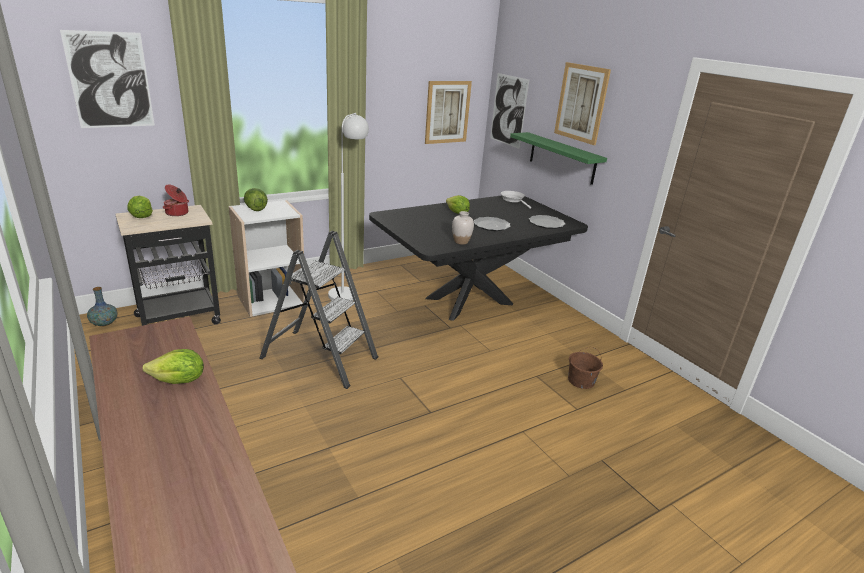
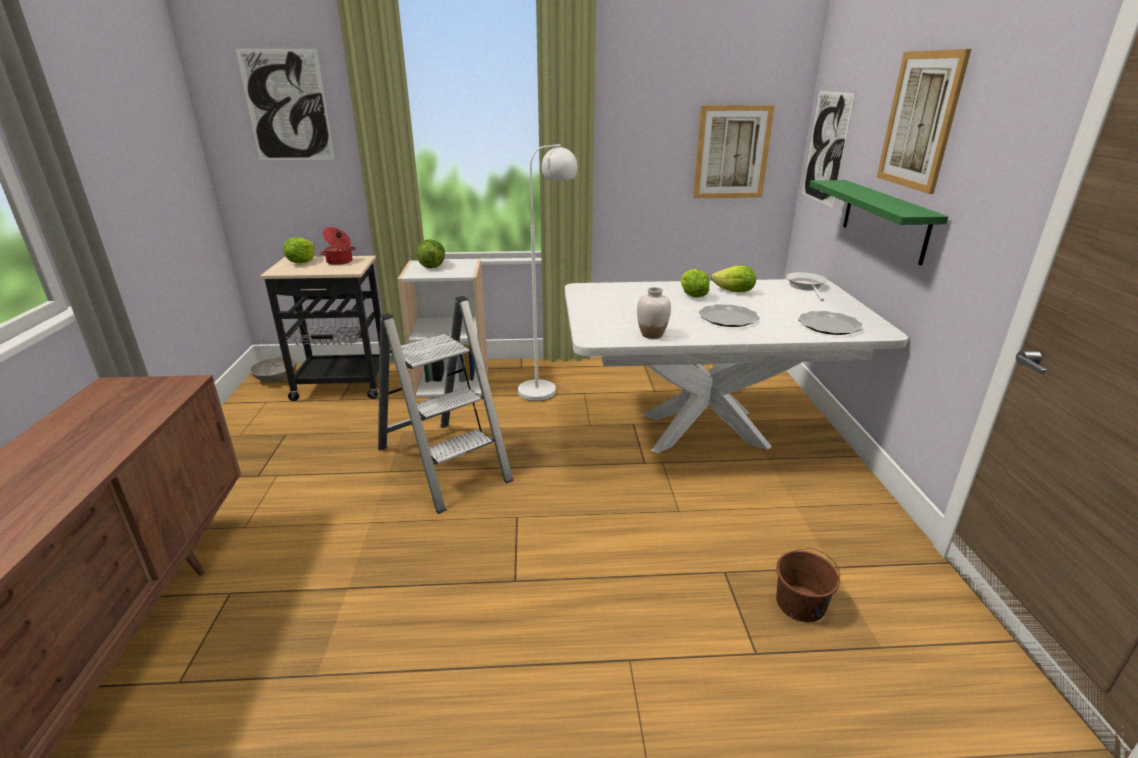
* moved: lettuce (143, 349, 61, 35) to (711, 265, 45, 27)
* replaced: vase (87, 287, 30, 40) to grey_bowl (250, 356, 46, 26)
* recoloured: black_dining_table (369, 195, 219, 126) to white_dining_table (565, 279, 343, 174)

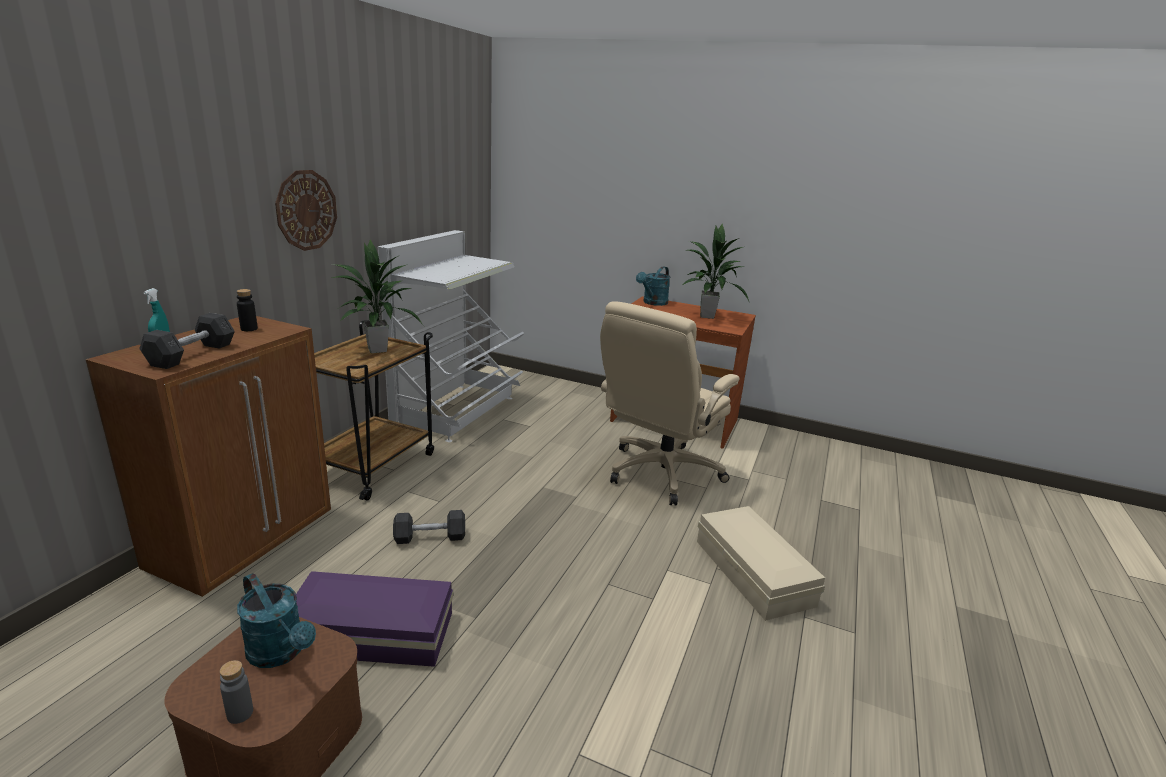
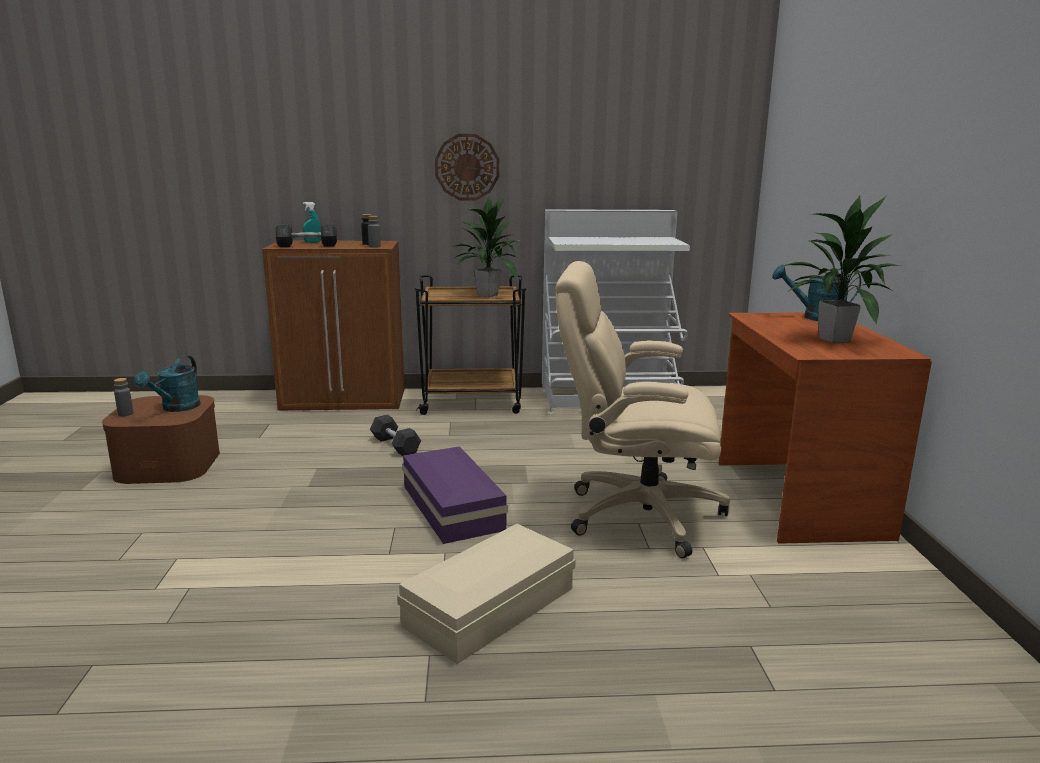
* added: grey_bottle (368, 216, 13, 32)
* moved: purple_storage_box (296, 571, 157, 96) to (402, 446, 106, 98)

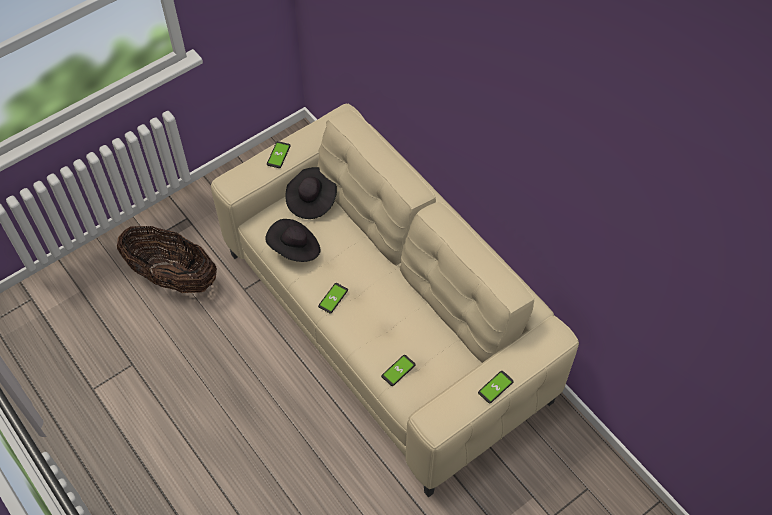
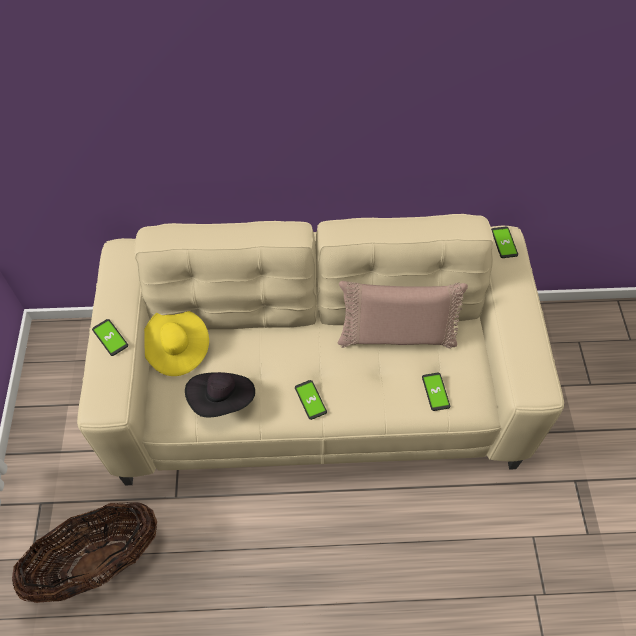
* added: beige_pillow (338, 281, 130, 67)
* moved: phone (478, 371, 36, 32) to (491, 227, 27, 31)
* recoloured: black_hat (285, 167, 52, 52) to yellow_hat (144, 311, 65, 65)

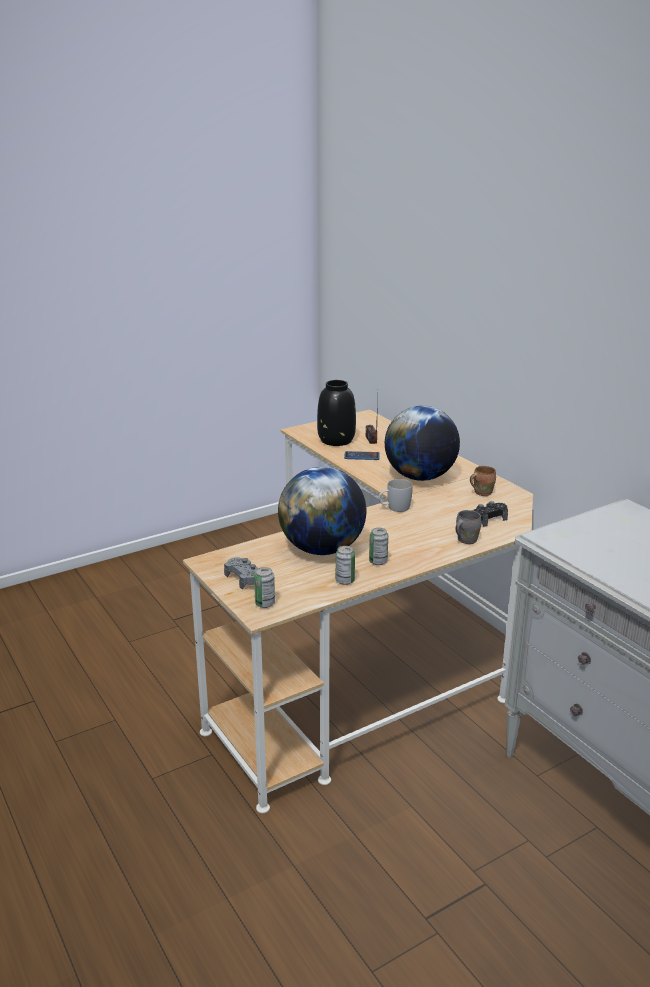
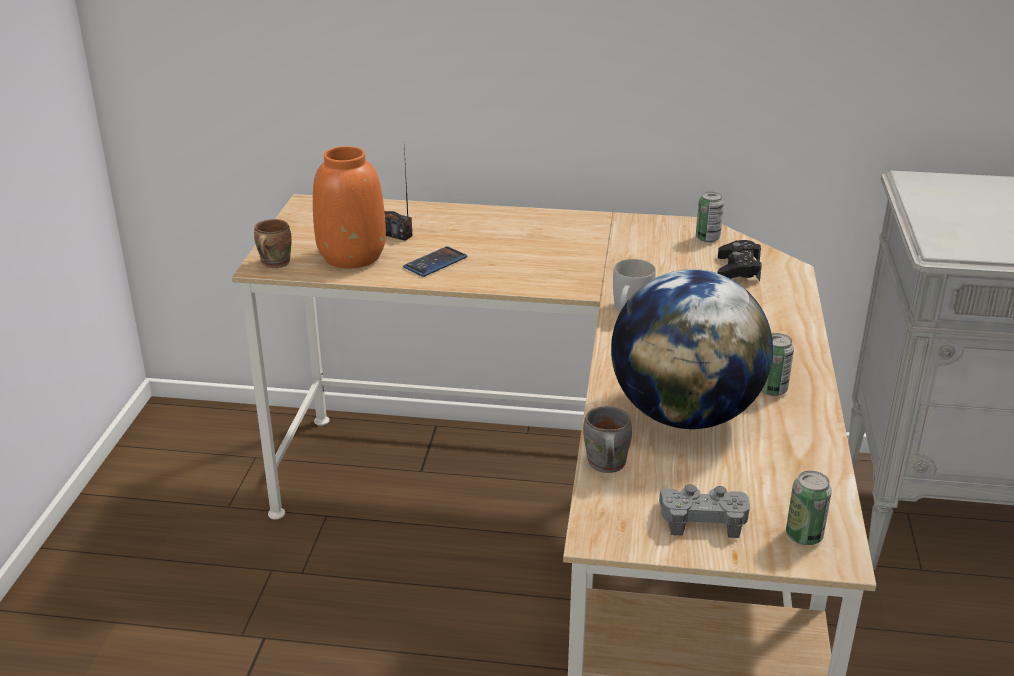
* removed: globe (385, 406, 75, 75)
* moved: can (336, 546, 19, 39) to (696, 192, 28, 50)
* moved: grey_mug (455, 510, 27, 34) to (583, 406, 49, 67)
* moved: brown_mug (470, 466, 26, 30) to (254, 219, 38, 49)
* recoloured: black_vase (317, 380, 39, 66) to orange_vase (313, 146, 73, 122)

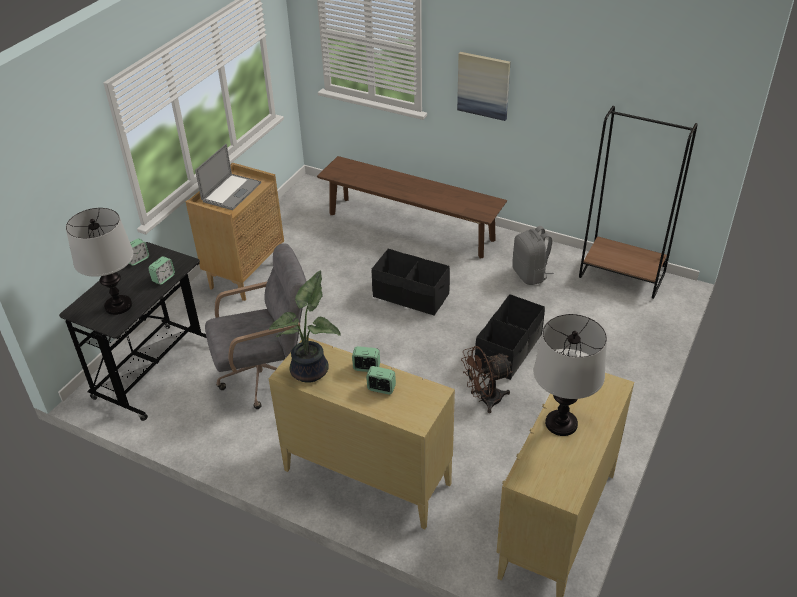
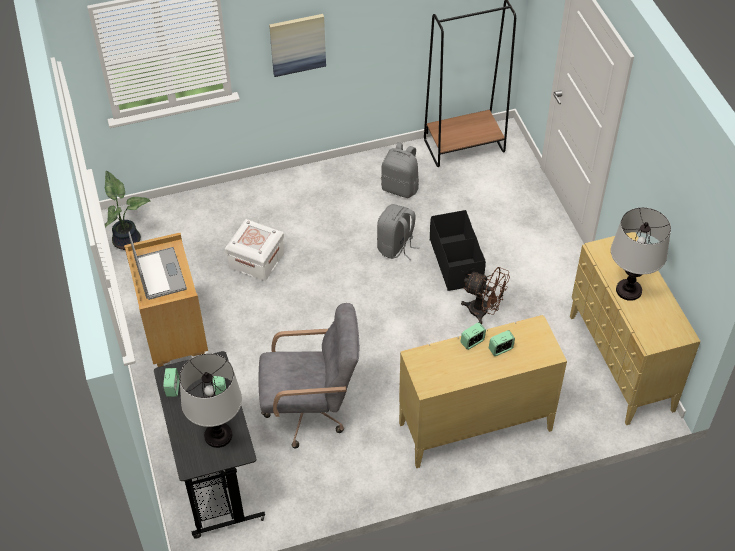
* removed: brown_bench (317, 156, 190, 103)
* removed: black_storage_box (372, 249, 78, 66)
* added: white_storage_box (225, 219, 59, 62)
* added: grey_backpack (377, 204, 43, 56)
* moved: potted_plant (269, 271, 72, 112) to (105, 171, 46, 79)
* turned: grey_office_chair (205, 243, 102, 166) = (259, 303, 100, 146) 60 degrees clockwise
* turned: brown_fan (461, 346, 52, 67) = (461, 267, 49, 57) 90 degrees counterclockwise

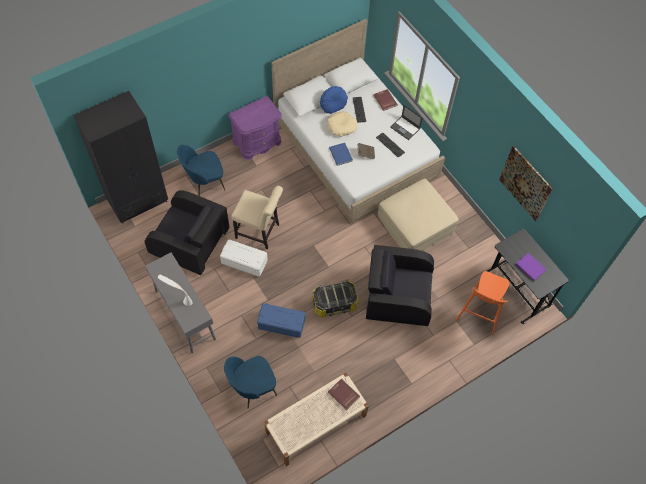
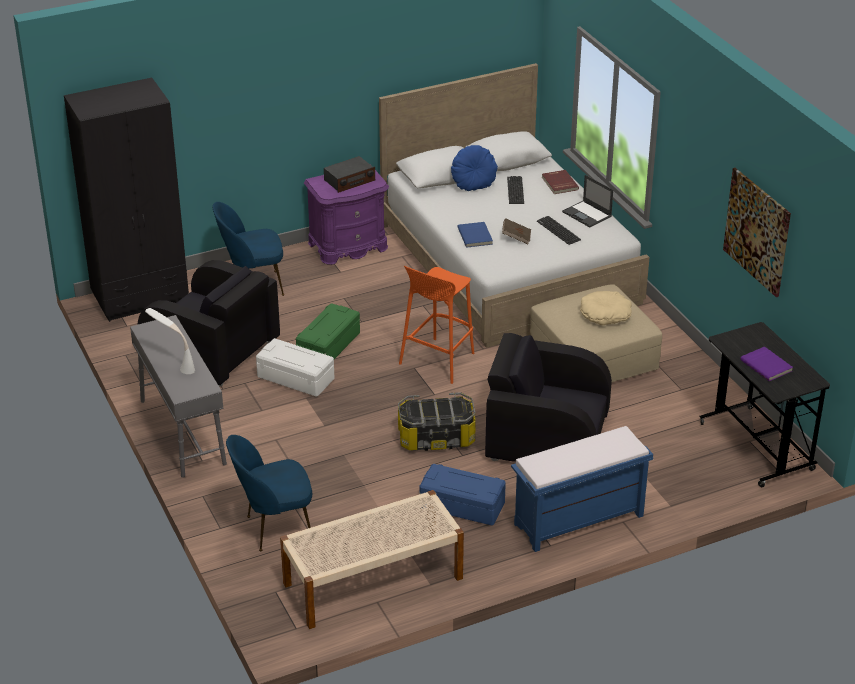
* removed: red_book (328, 379, 32, 31)
* added: radio (324, 156, 51, 37)
* added: blue_bench (511, 426, 142, 126)
* moved: blue_storage_box (257, 303, 48, 35) to (419, 464, 87, 61)
* moved: beige_pillow (327, 111, 30, 26) to (580, 291, 52, 34)
* moved: orange_stool (456, 271, 53, 65) to (399, 266, 75, 118)
* replaced: beige_chair (231, 186, 52, 63) to green_storage_box (296, 303, 64, 56)

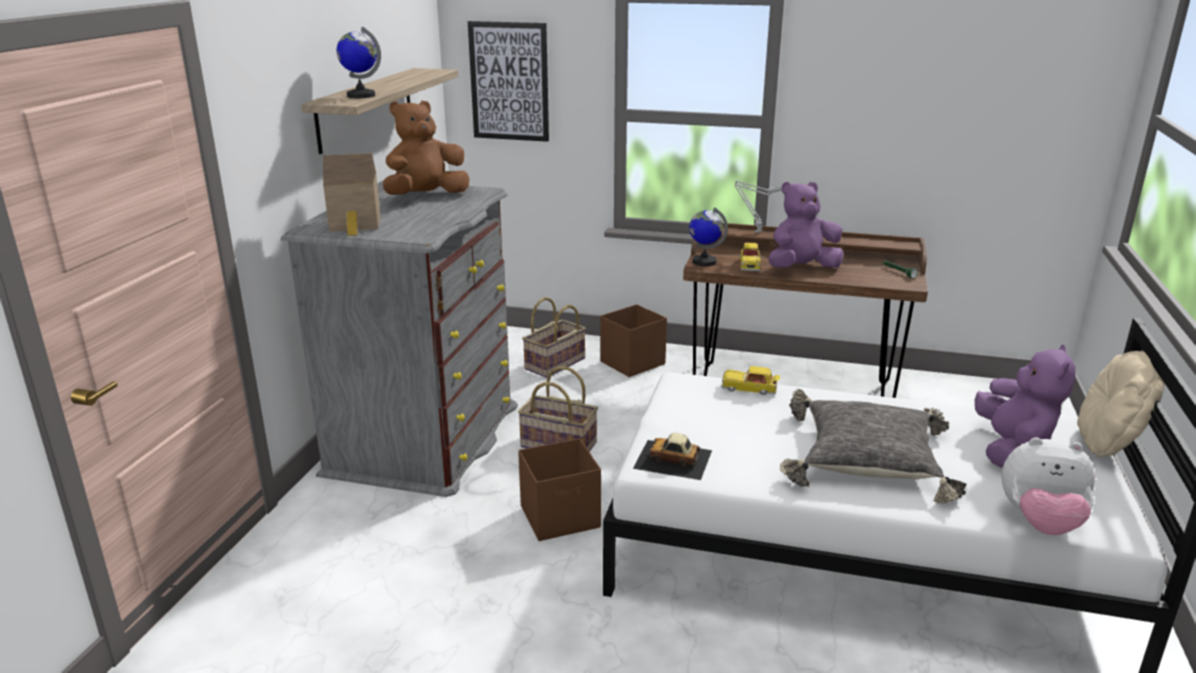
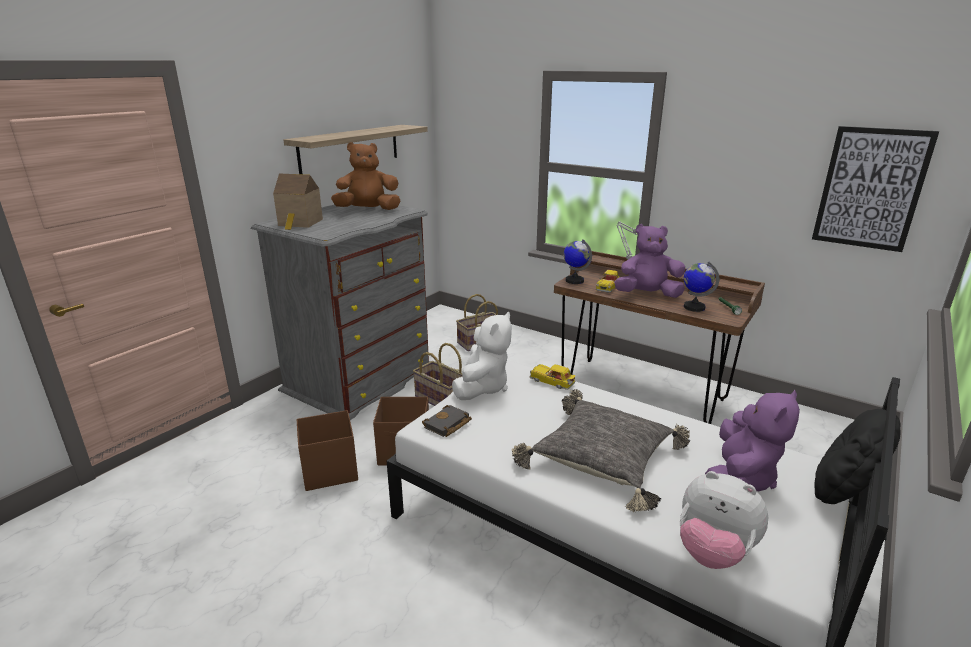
* added: white_plush_toy (452, 312, 60, 88)
* moved: globe (336, 26, 45, 72) to (684, 262, 35, 50)
* moved: picture (468, 21, 81, 121) to (812, 126, 127, 126)
* moved: brown_storage_box (600, 304, 67, 73) to (297, 410, 61, 81)
* replaced: toy_car (633, 433, 79, 47) to black_book (422, 405, 50, 32)
* recoloured: beige_pillow (1077, 351, 88, 106) to black_pillow (814, 409, 86, 95)

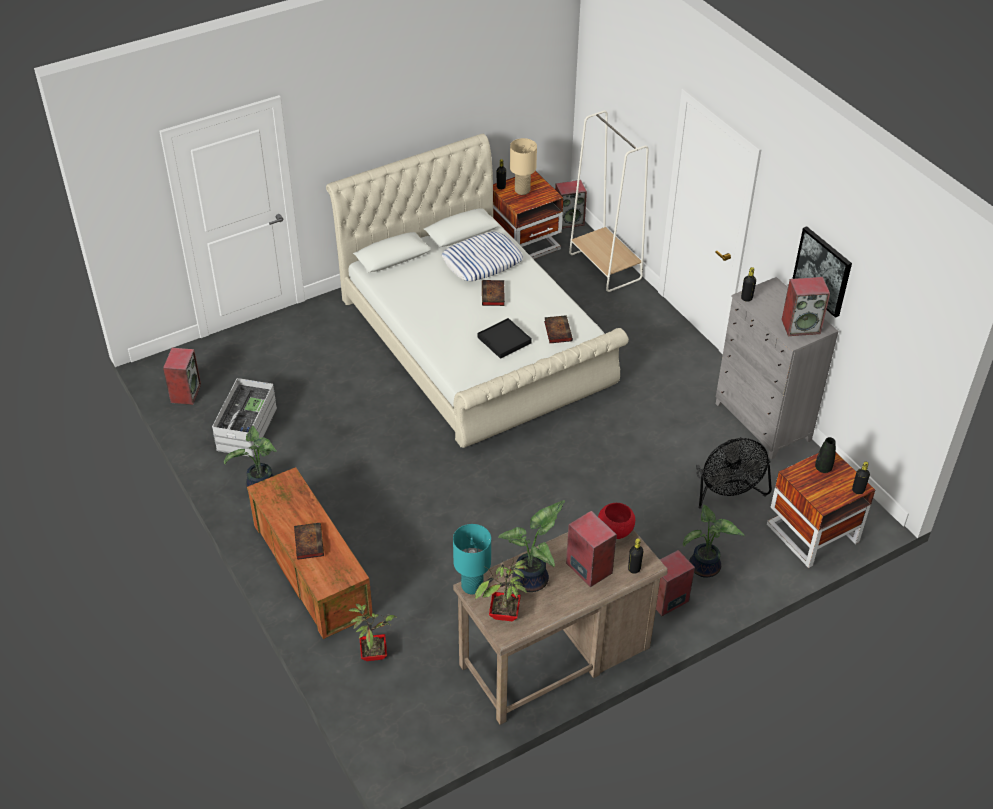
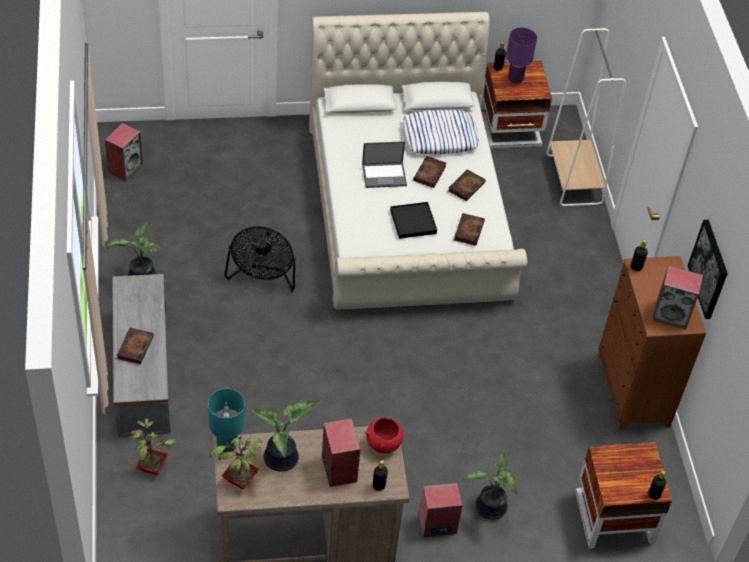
* removed: grey_storage_box (212, 378, 65, 79)
* removed: speaker (555, 180, 32, 49)
* removed: black_vase (815, 437, 21, 36)
* added: laptop (362, 141, 45, 47)
* added: book (448, 170, 38, 31)
* moved: black_fan (696, 438, 76, 71) to (224, 226, 72, 66)
* recoloured: brown_bench (247, 467, 126, 172) to grey_bench (112, 274, 59, 163)
* recoloured: beige_table_lamp (510, 138, 27, 57) to purple_table_lamp (506, 28, 31, 56)
* recoloured: grey_dresser (716, 277, 123, 183) to brown_dresser (599, 256, 107, 174)

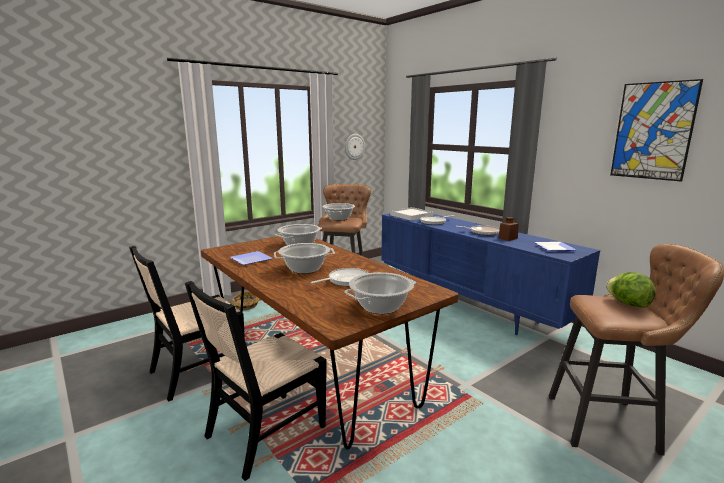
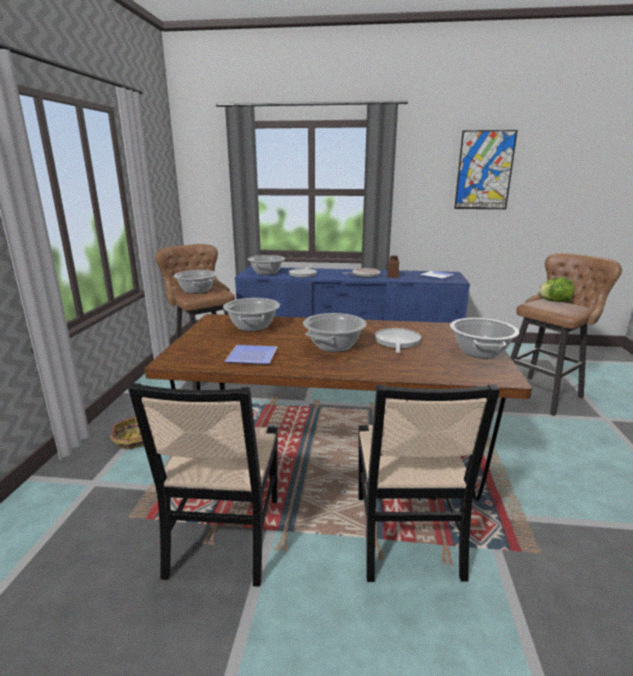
* removed: wall_clock (345, 134, 20, 26)
* replaced: white_tray (390, 207, 43, 14) to cooking_pot (248, 255, 37, 20)

